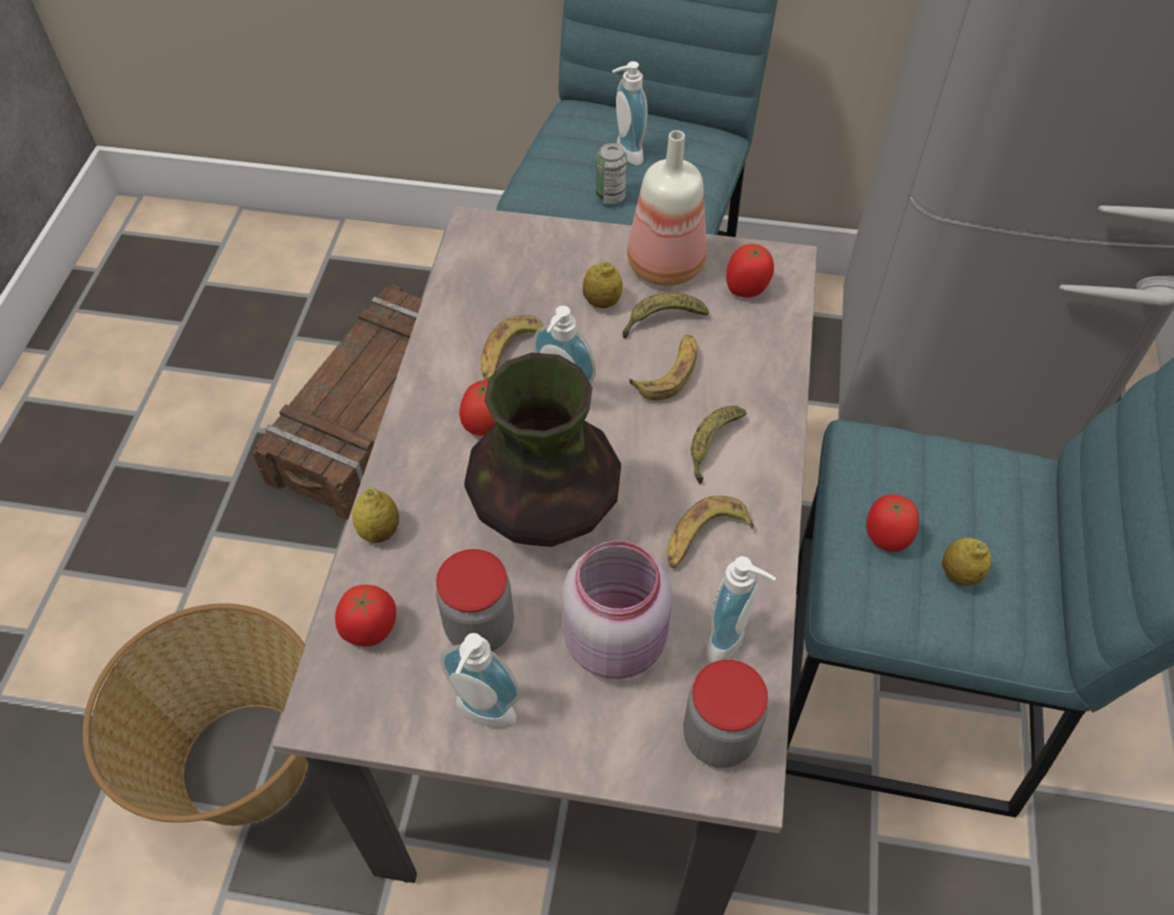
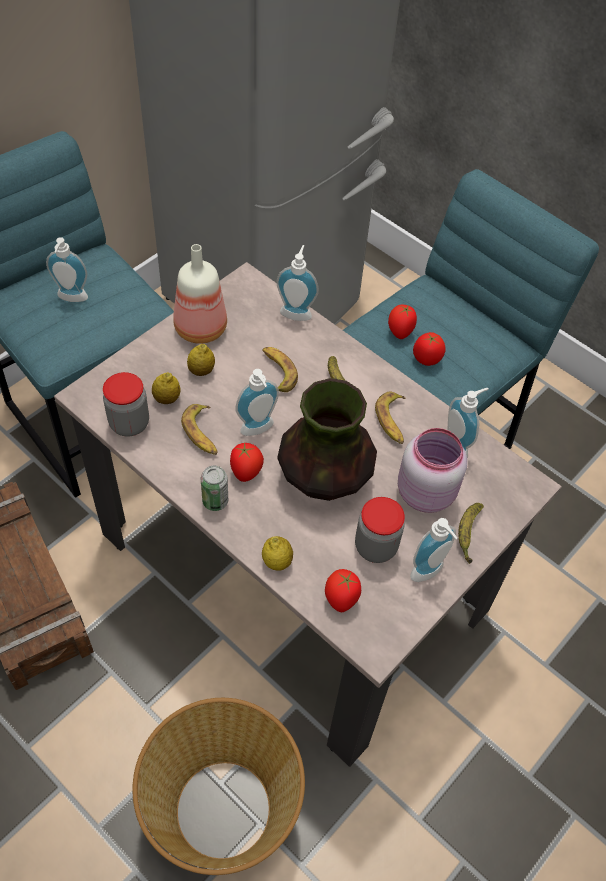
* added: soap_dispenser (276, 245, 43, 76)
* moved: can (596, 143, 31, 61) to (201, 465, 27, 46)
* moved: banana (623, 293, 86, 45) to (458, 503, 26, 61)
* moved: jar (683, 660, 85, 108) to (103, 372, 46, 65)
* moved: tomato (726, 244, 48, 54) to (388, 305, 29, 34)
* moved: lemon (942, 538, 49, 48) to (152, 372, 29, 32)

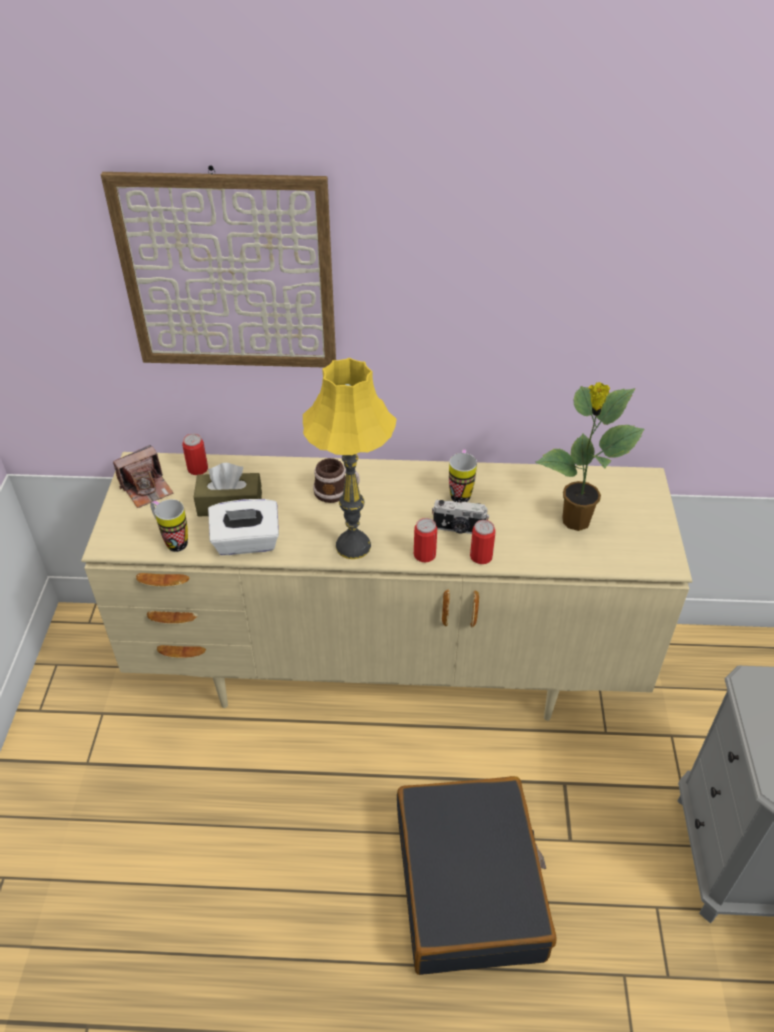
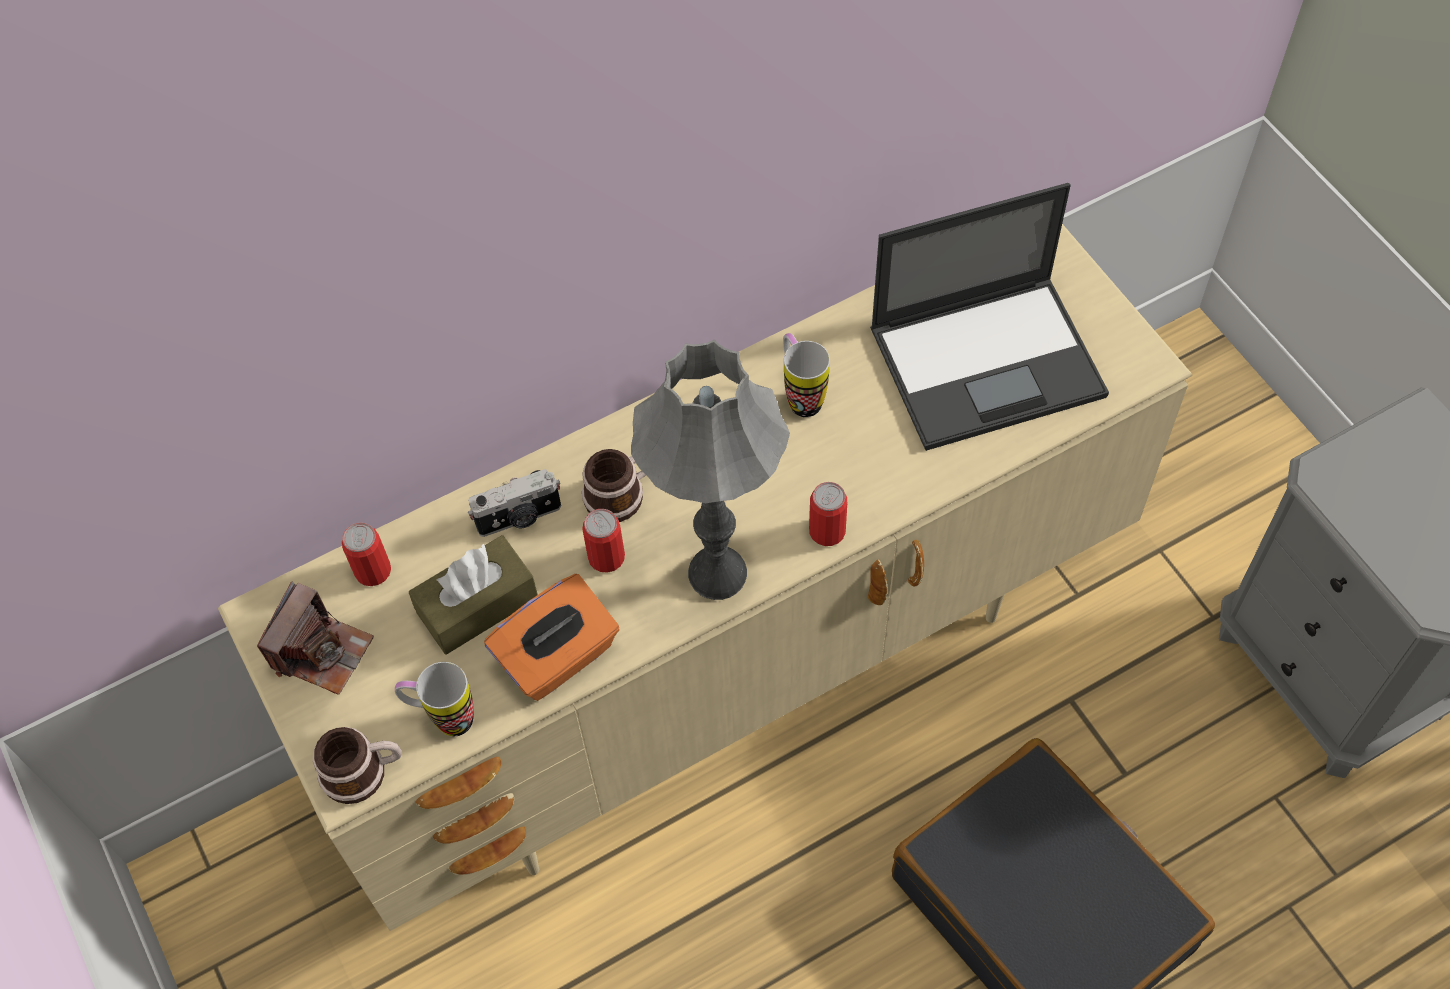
* removed: picture (101, 165, 235, 203)
* added: mug (313, 727, 89, 77)
* moved: photo_camera (432, 500, 57, 34) to (468, 469, 93, 68)
* moved: can (470, 520, 26, 44) to (582, 509, 43, 64)
* replaced: potted_plant (535, 382, 110, 149) to laptop (870, 183, 239, 268)
* recoloured: white_tissue_box (208, 499, 71, 56) to orange_tissue_box (484, 574, 136, 127)
* recoloured: yellow_table_lamp (303, 358, 93, 201) to grey_table_lamp (631, 340, 159, 260)

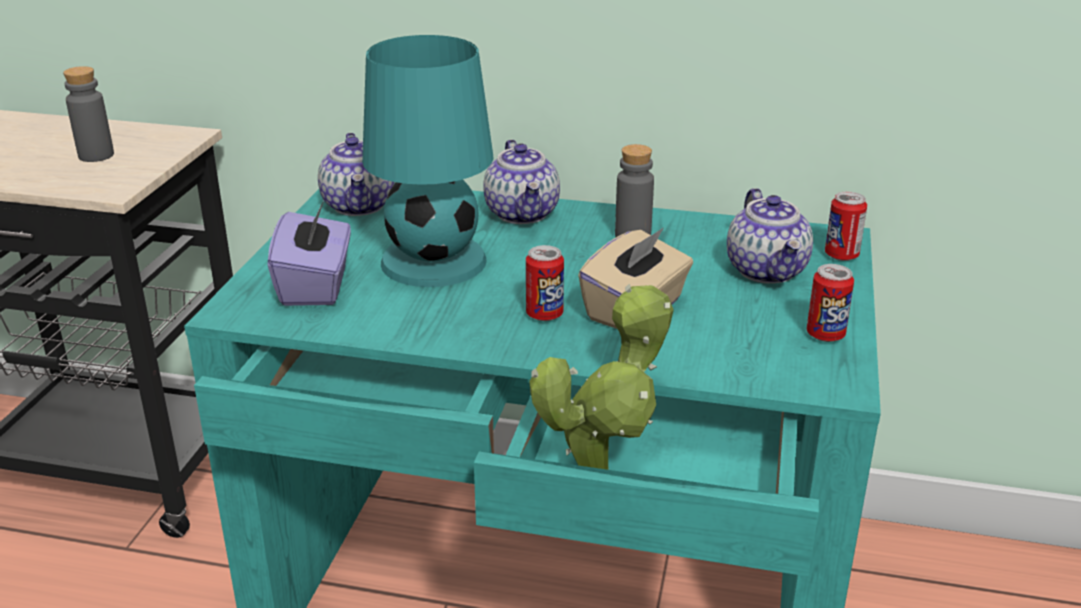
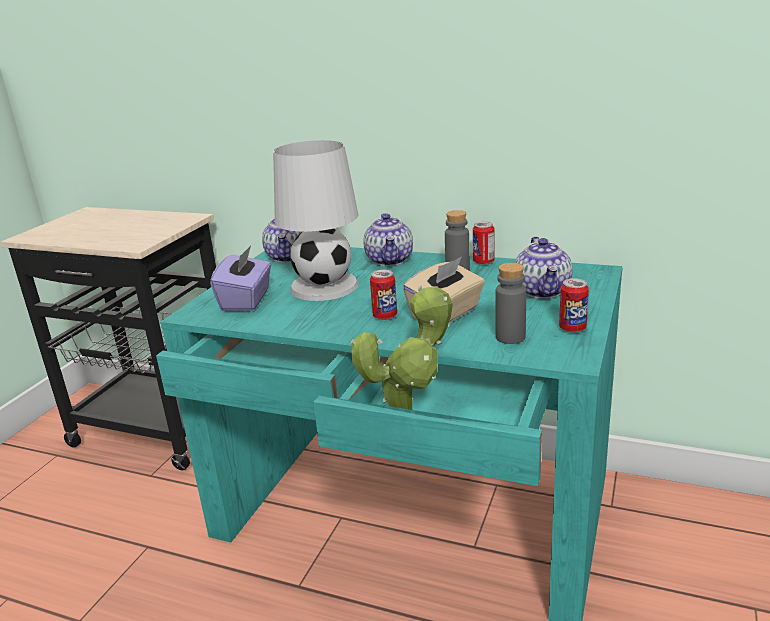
* moved: grey_bottle (63, 66, 51, 96) to (495, 263, 31, 81)
* moved: can (825, 192, 42, 69) to (473, 221, 22, 44)
* recoloured: turquoise_table_lamp (362, 35, 132, 252) to white_table_lamp (273, 140, 85, 161)

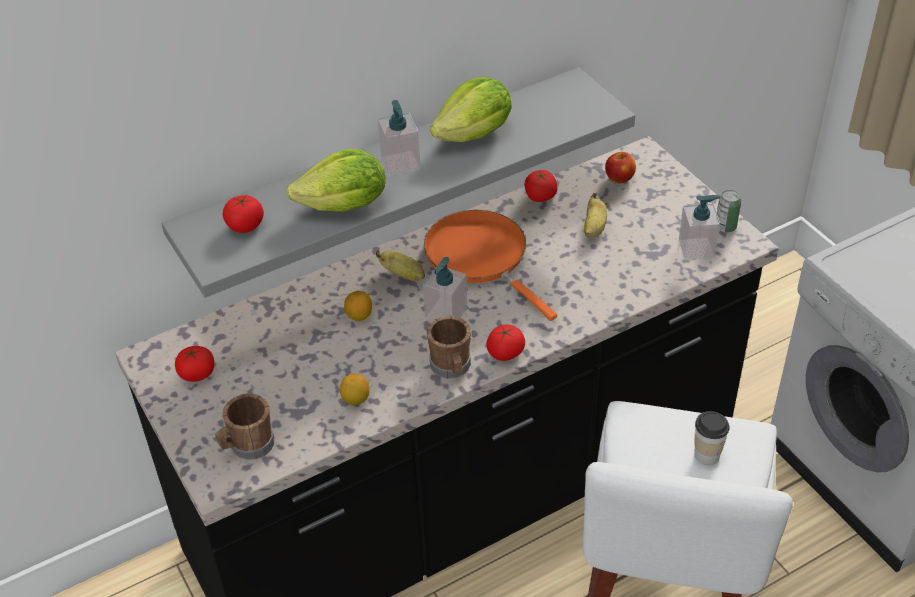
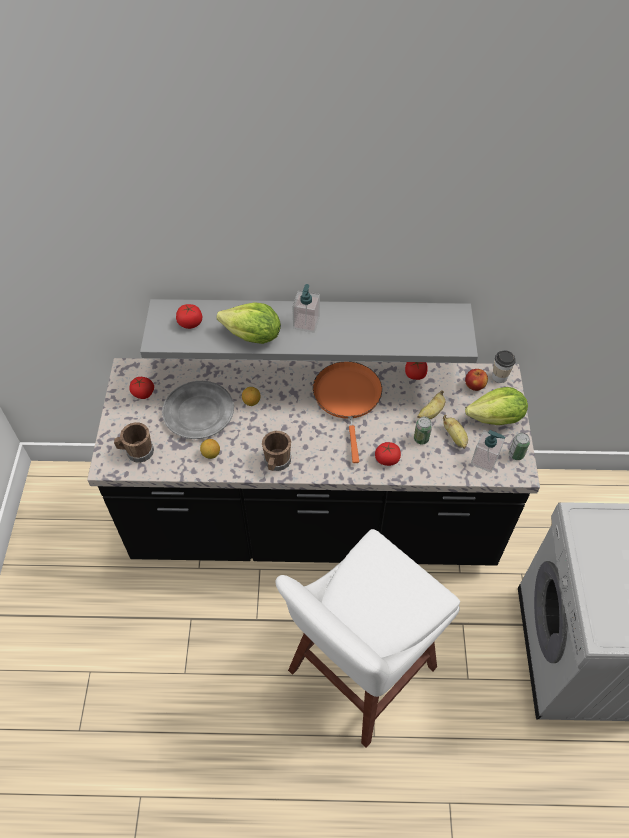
* removed: soap_dispenser (423, 257, 44, 64)
* added: grey_plate (162, 381, 72, 58)
* added: can (414, 417, 18, 27)
* moved: banana (376, 249, 49, 32) to (443, 415, 25, 34)
* moved: lettuce (430, 77, 82, 65) to (465, 387, 63, 38)
* moved: tomato (486, 325, 39, 36) to (375, 442, 26, 24)
* moved: cup (694, 411, 36, 54) to (492, 350, 24, 33)

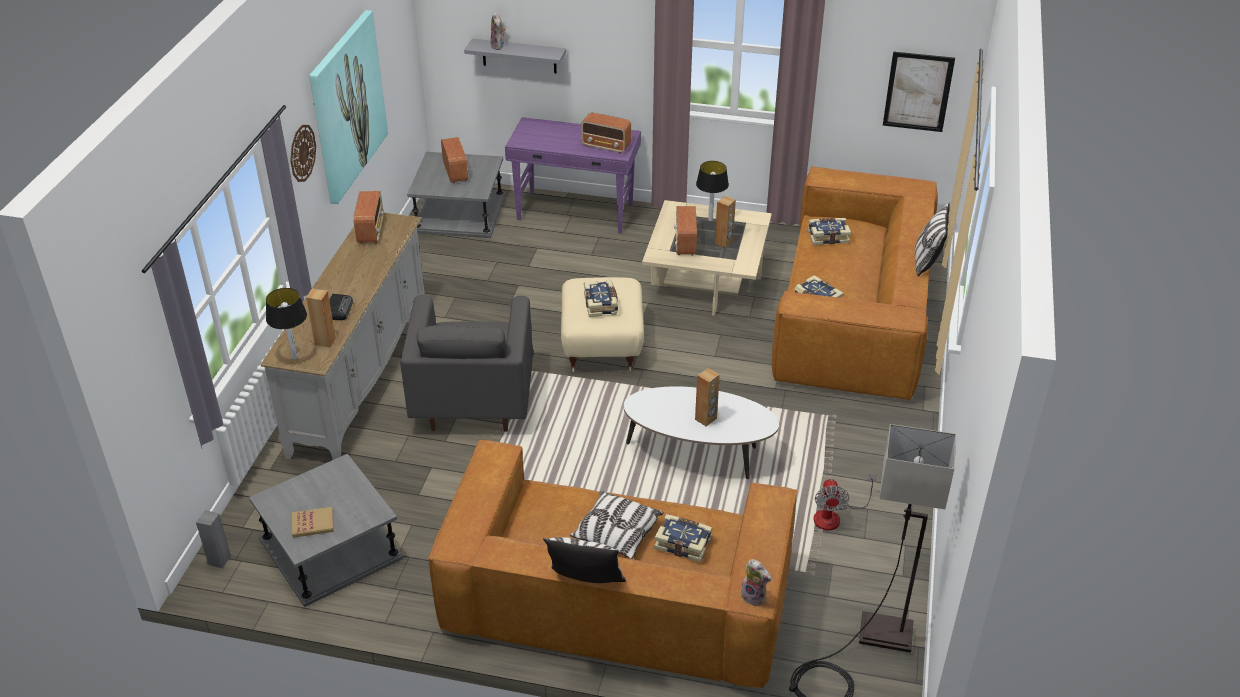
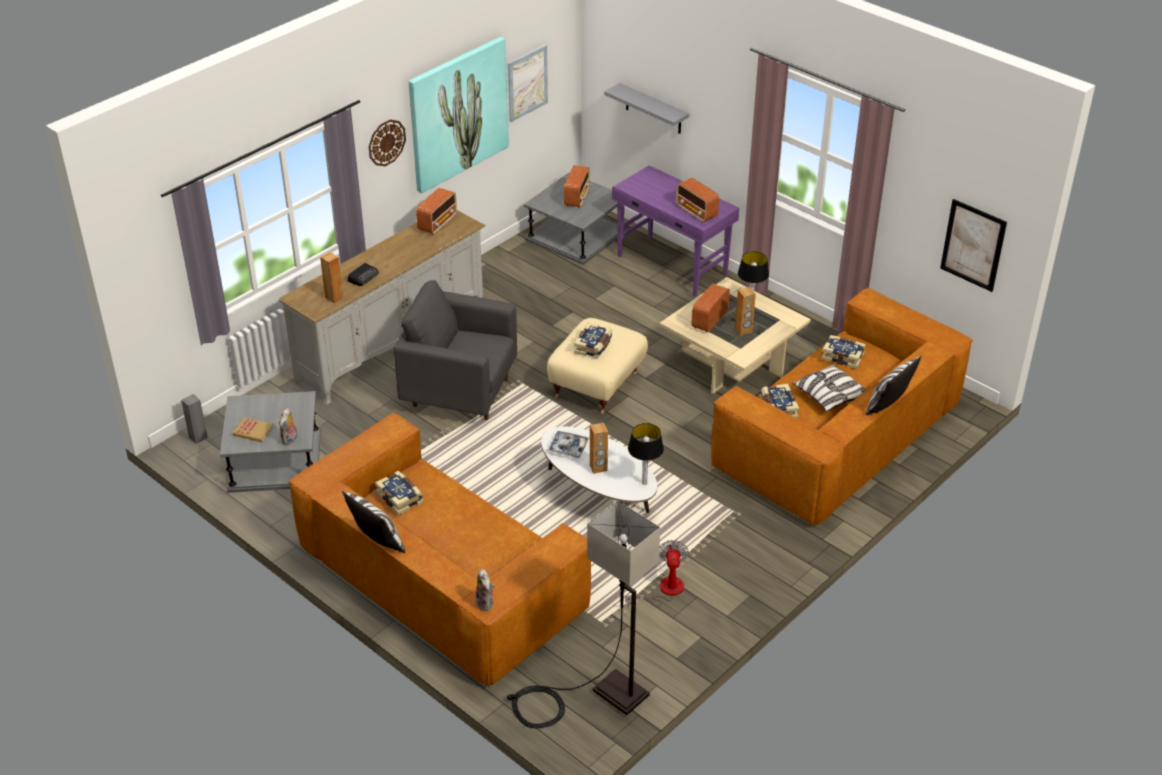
* added: picture (508, 44, 40, 78)
* added: tray (547, 431, 42, 27)
* moved: table_lamp (266, 288, 41, 72) to (628, 423, 36, 62)
* moved: plush_toy (490, 11, 16, 39) to (279, 408, 18, 38)
* moved: pillow (570, 491, 94, 68) to (792, 364, 75, 48)
* moved: book (654, 514, 59, 49) to (375, 471, 48, 44)
* turned: grey_armchair (400, 295, 133, 137) = (394, 280, 123, 140) 75 degrees clockwise
* turned: fan (813, 474, 63, 57) = (625, 540, 64, 67) 150 degrees clockwise

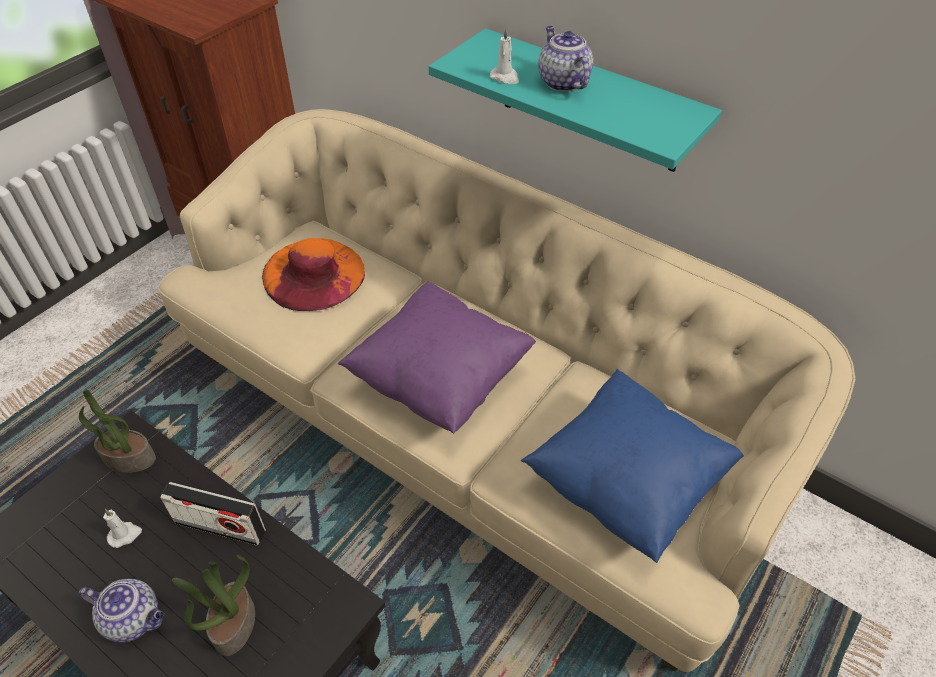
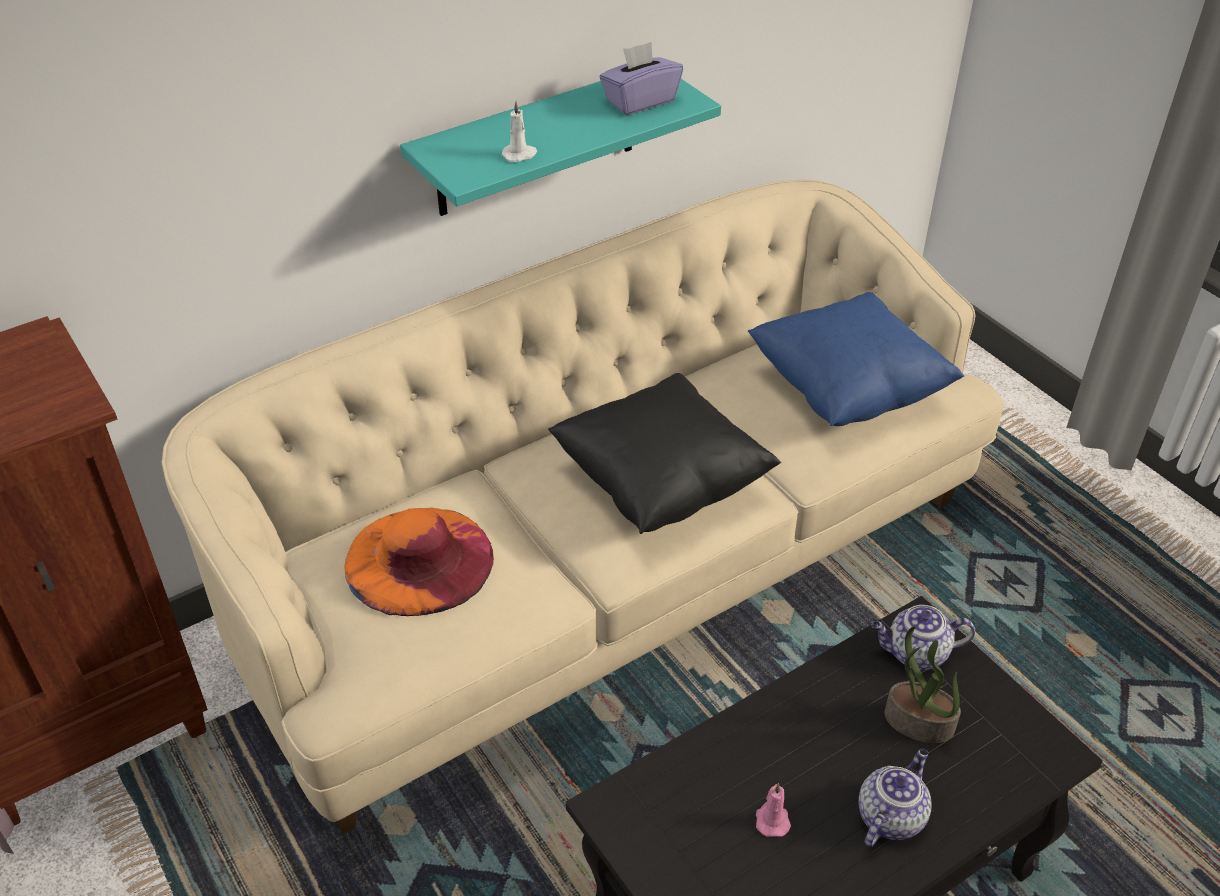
* removed: potted_plant (79, 390, 77, 83)
* removed: radio (160, 482, 106, 63)
* added: purple_tissue_box (600, 42, 83, 73)
* moved: teapot (538, 26, 55, 65) to (871, 605, 104, 65)
* recoloured: white_candle (103, 509, 39, 39) to pink_candle (756, 783, 35, 54)
* recoloured: purple_pillow (338, 281, 198, 153) to black_pillow (548, 373, 233, 161)

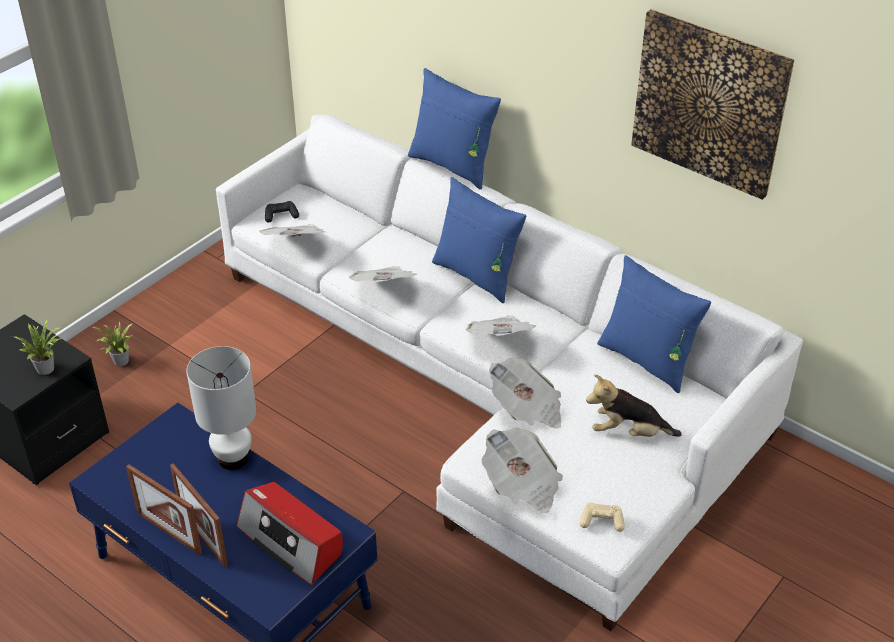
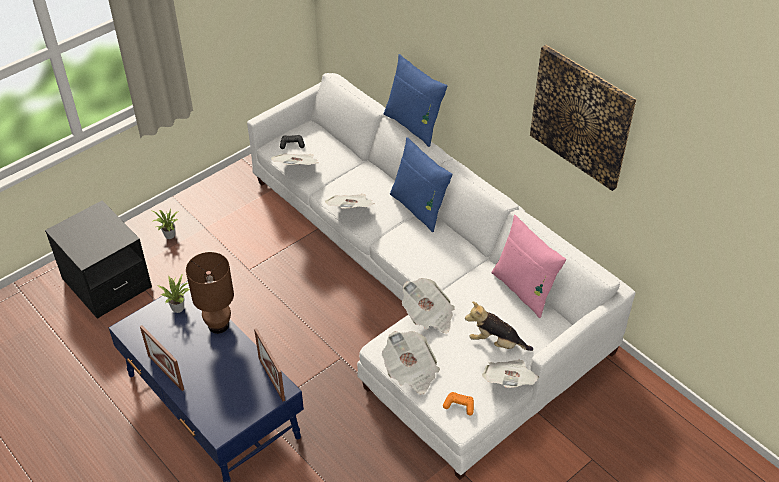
* removed: radio (236, 482, 107, 103)
* moved: potted_plant (14, 318, 48, 57) to (158, 274, 32, 39)
* moved: picture_frame (170, 463, 58, 104) to (254, 328, 31, 73)
* moved: newspaper (466, 316, 70, 20) to (482, 360, 57, 28)
* recoloured: white_table_lamp (186, 346, 70, 124) to brown_table_lamp (186, 252, 48, 82)
* recoloured: beige_game_controller (580, 503, 45, 29) to orange_game_controller (443, 392, 31, 23)
* recoloured: blue_pillow (597, 255, 114, 138) to pink_pillow (492, 215, 74, 103)

